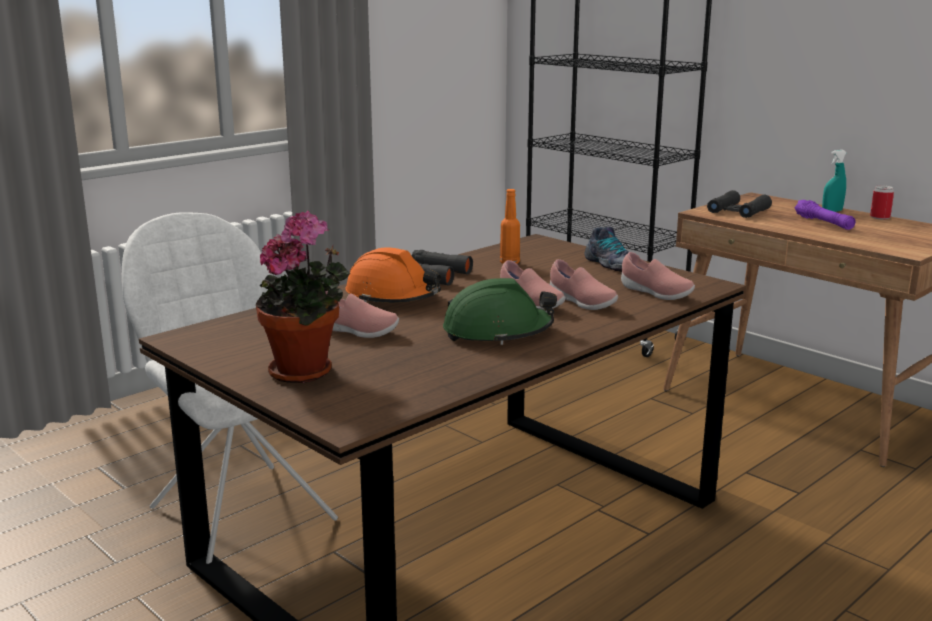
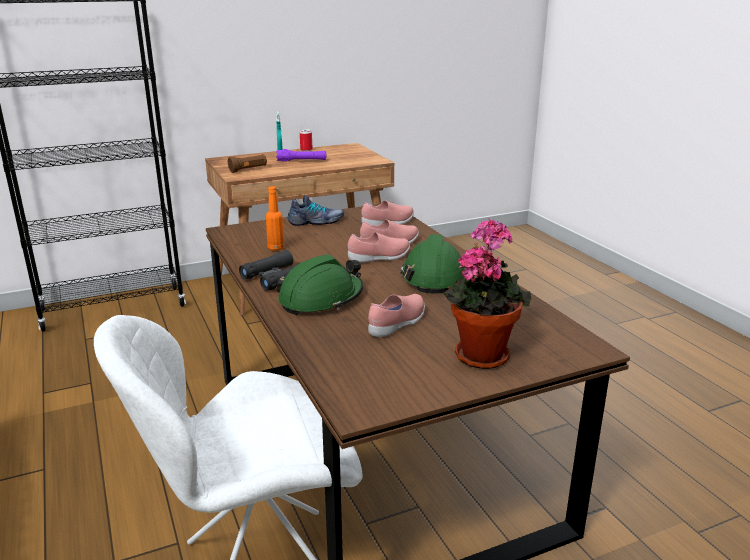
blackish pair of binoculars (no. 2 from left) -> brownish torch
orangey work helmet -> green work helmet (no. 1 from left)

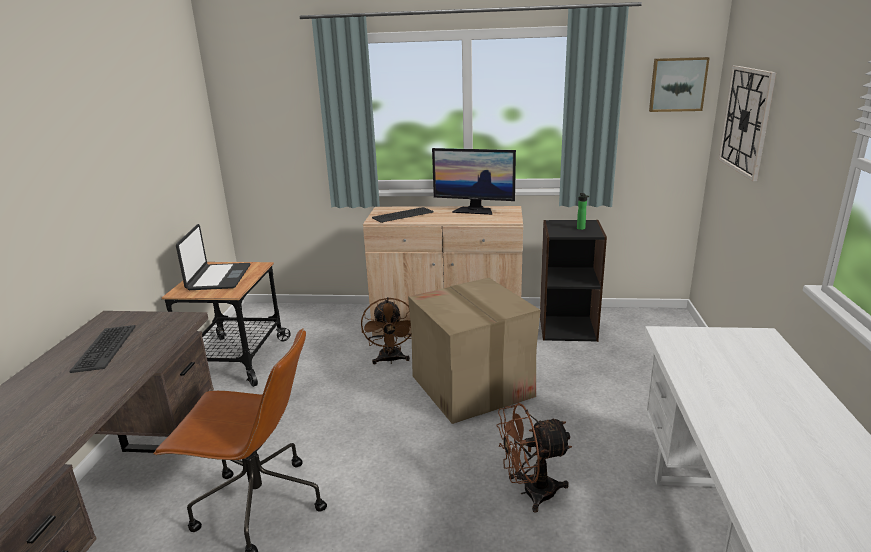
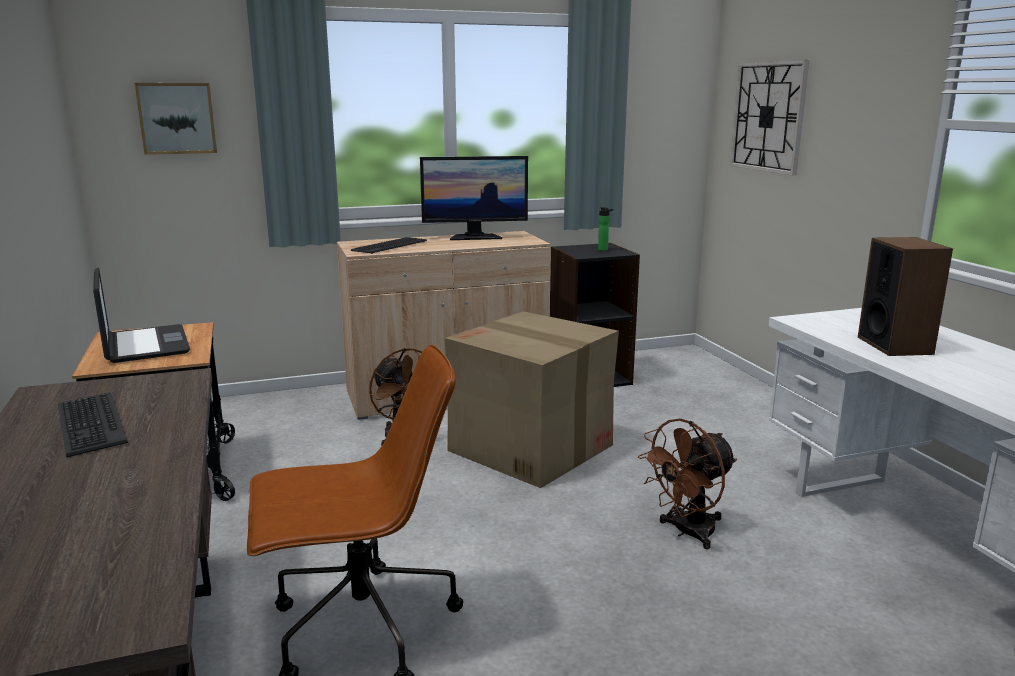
wall art, shifted
none -> speaker

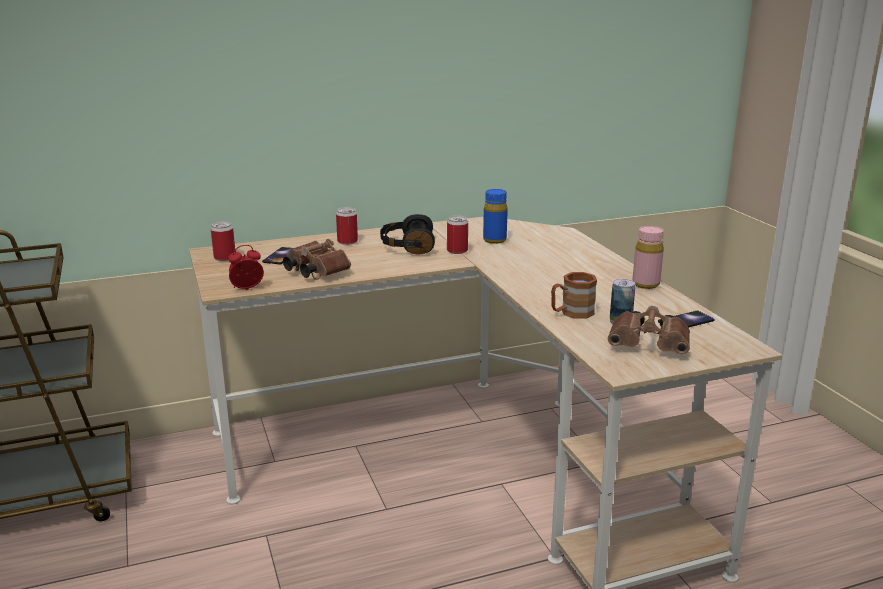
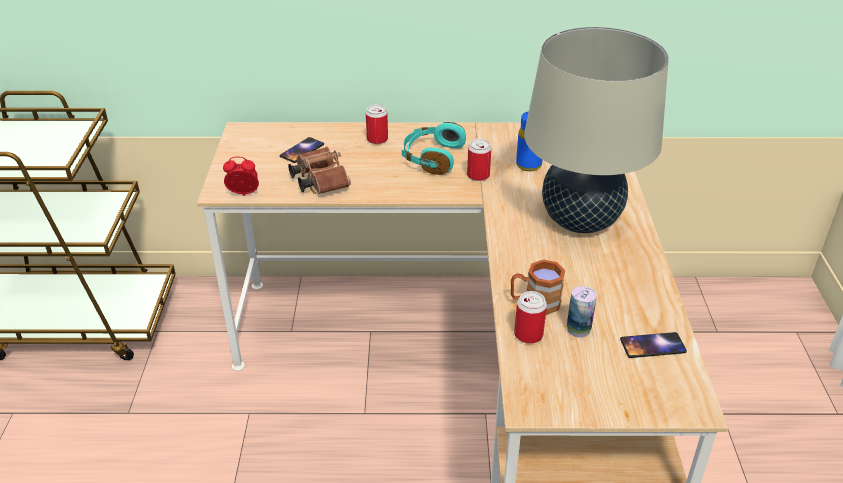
blackish headphones -> blue-green headphones
can (no. 1 from left in the first image) -> can (no. 3 from left), shifted
none -> sand-coloured tabletop lamp
brownish pair of binoculars (no. 2 from left) -> none
pinkish beverage bottle -> none

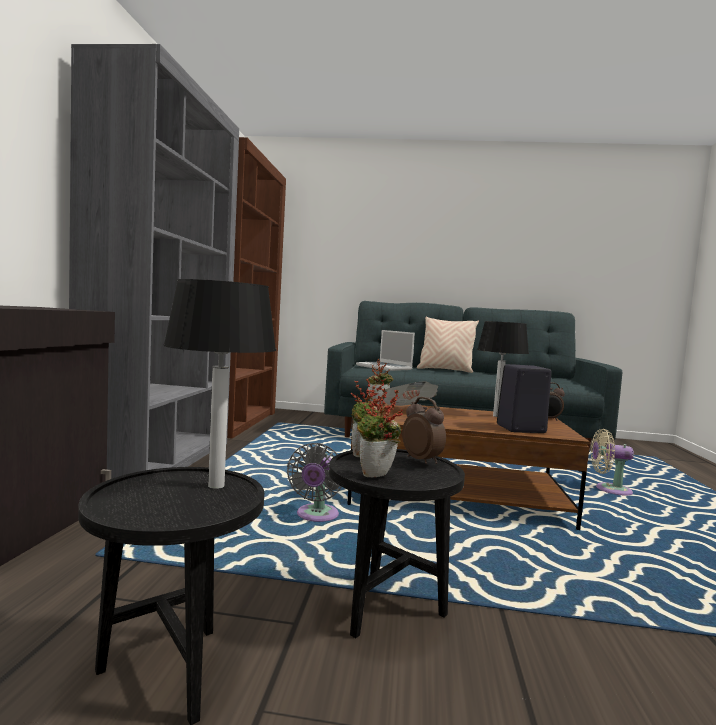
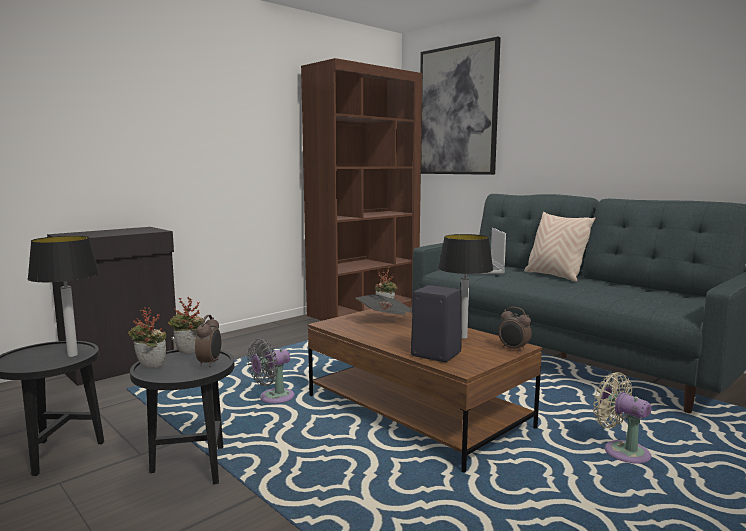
none -> wall art
gray shelving unit -> none

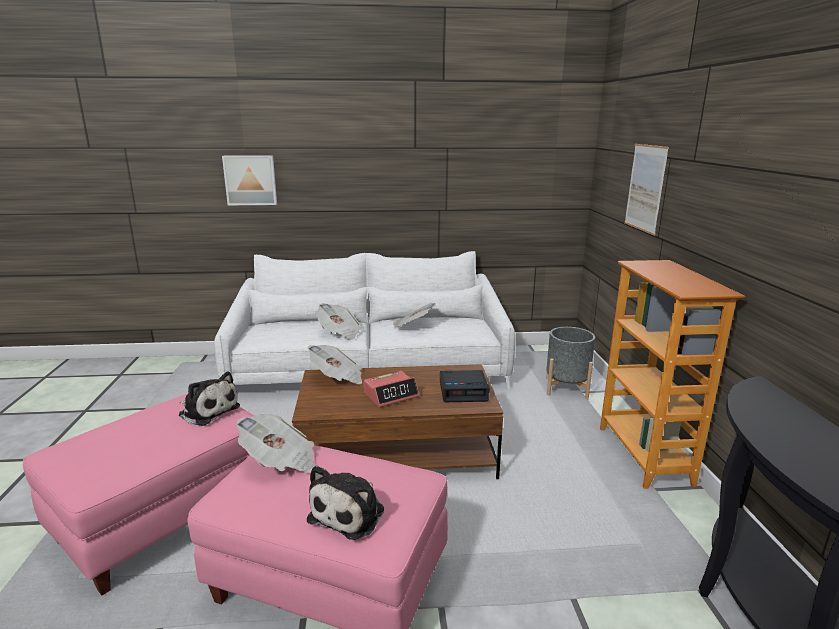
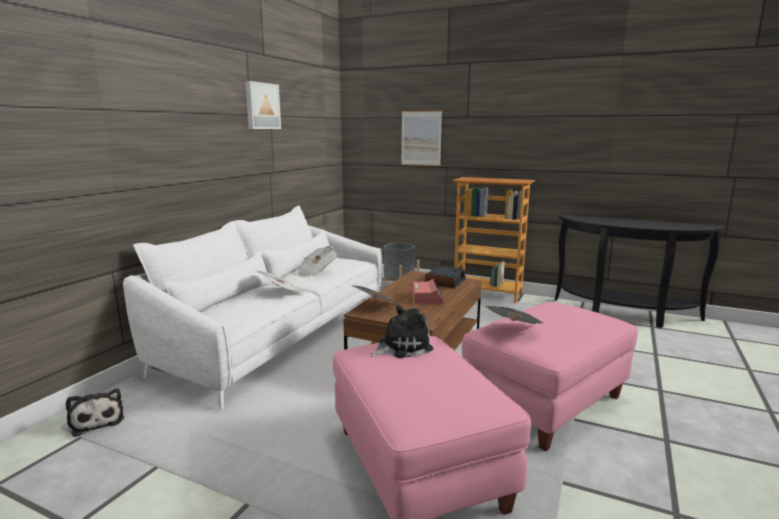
cuddly toy (no. 2 from left in the first image) -> cuddly toy (no. 1 from left), shifted
wall art (no. 1 from left), shifted

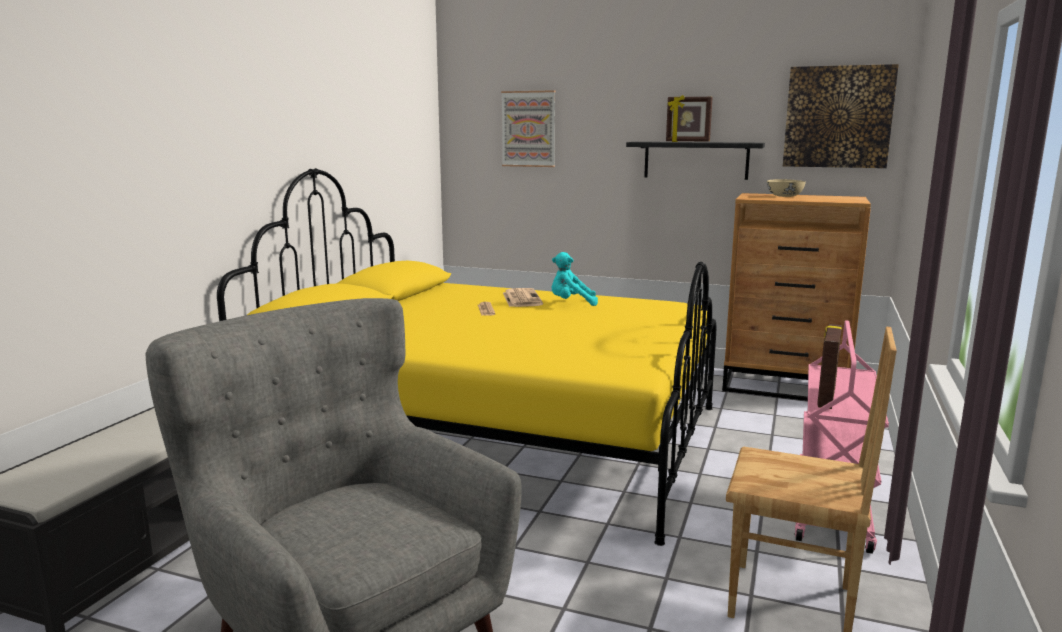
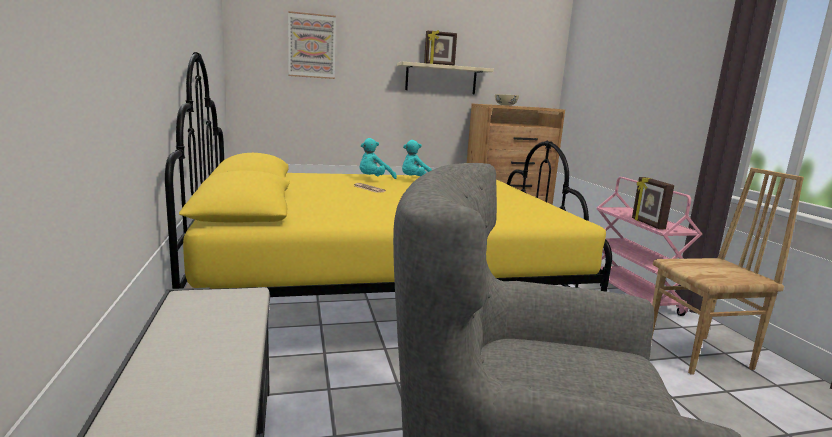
printed paper (no. 2 from left) -> blue-green cuddly toy (no. 1 from left)
blackish wall shelf -> sand-coloured wall shelf
wall art (no. 2 from left) -> none

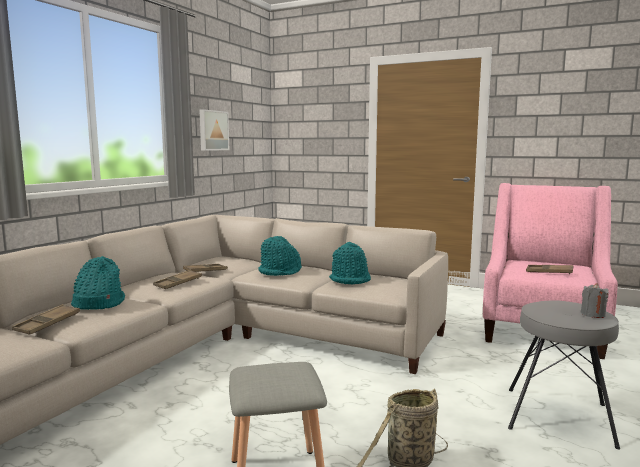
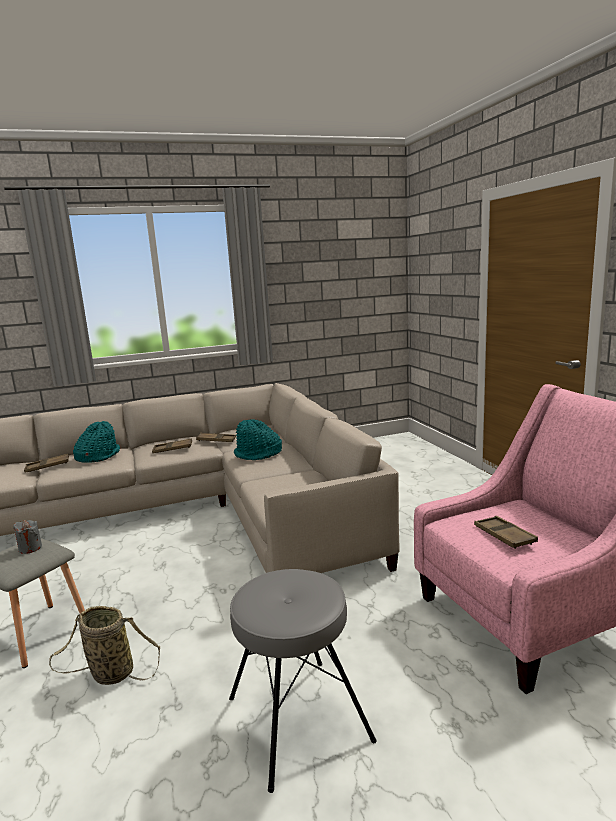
gray wax light, shifted
wall art -> none
blue-green clothing hat (no. 3 from left) -> none

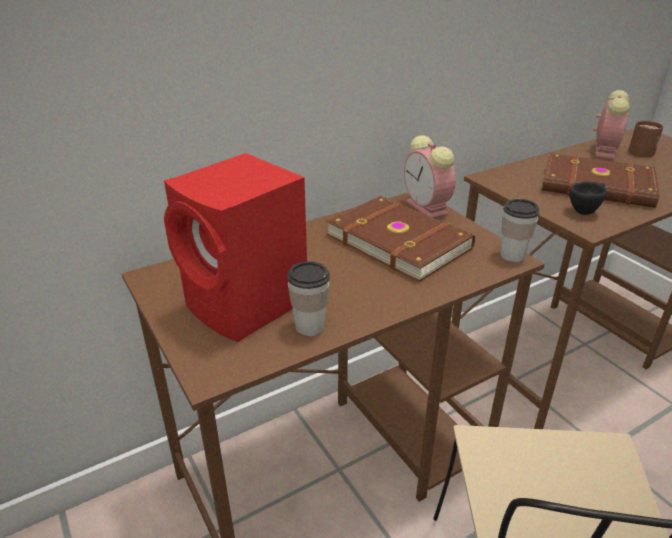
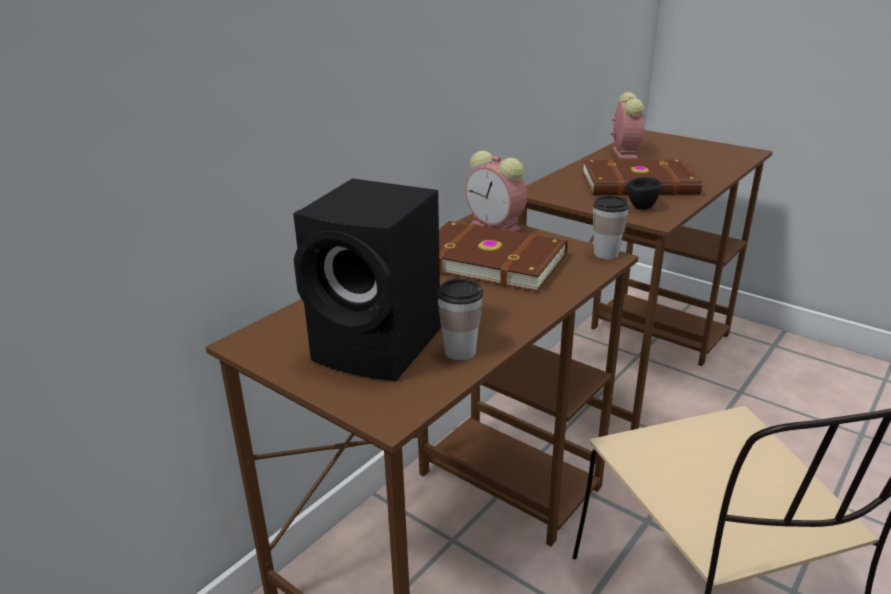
reddish speaker -> blackish speaker
brownish tea mug -> none

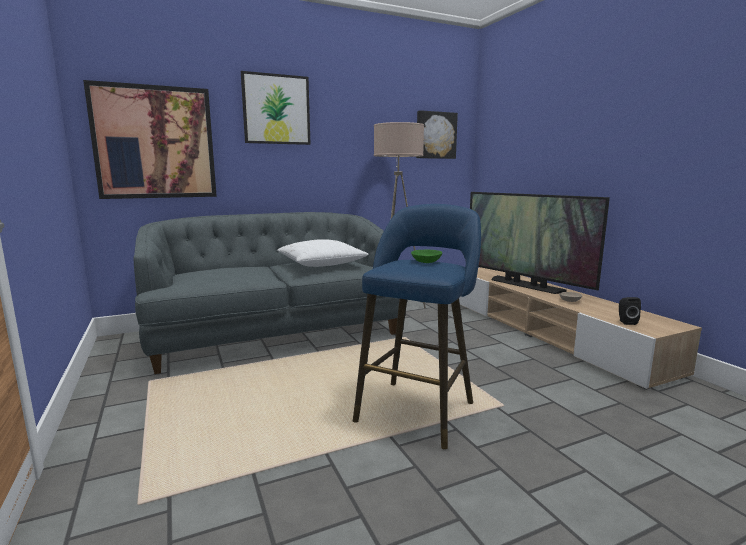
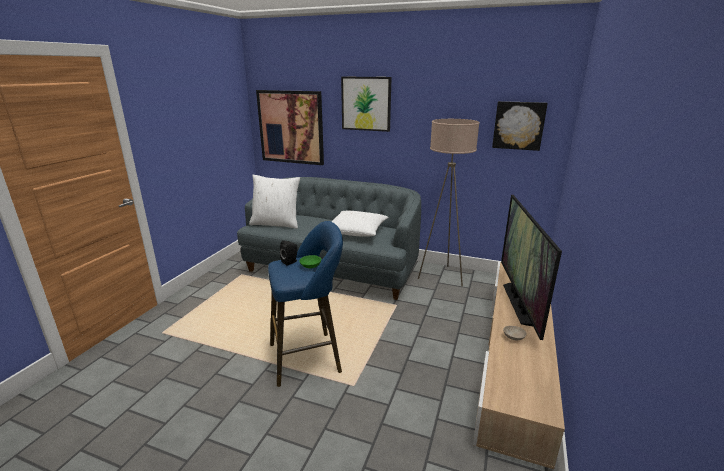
none -> white cushion (no. 1 from left)
blackish speaker, shifted

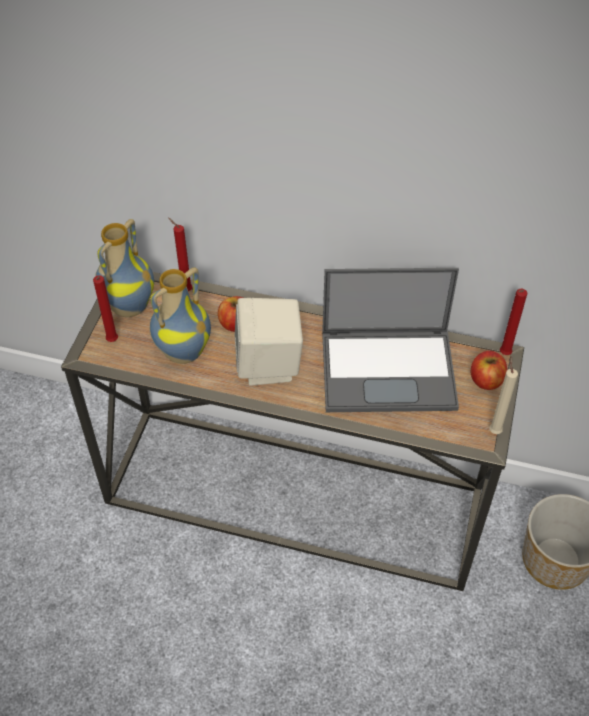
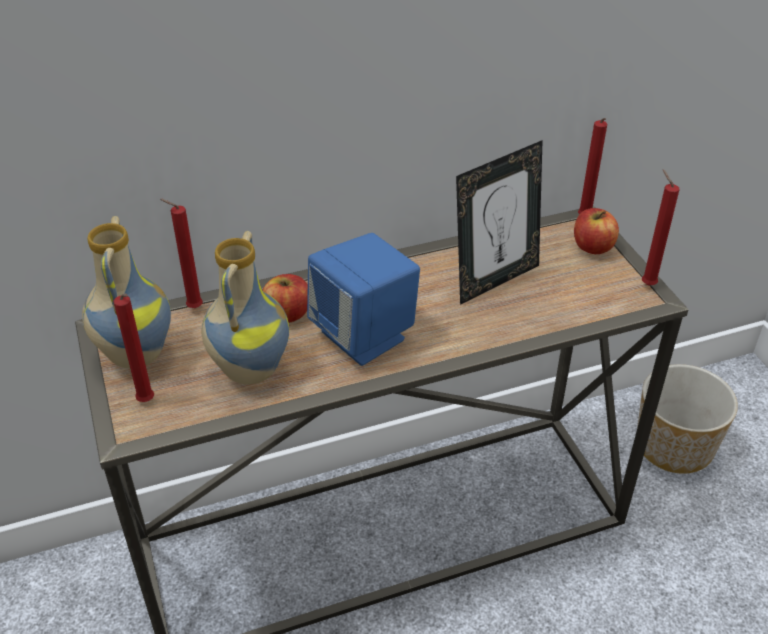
sand-coloured speaker -> blue-coloured speaker
notebook computer -> picture frame
sand-coloured wax light -> reddish wax light (no. 4 from left)

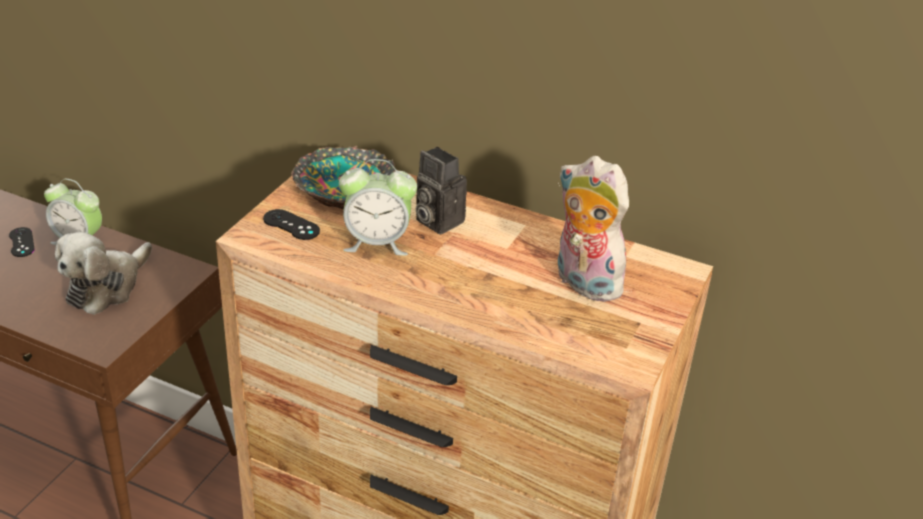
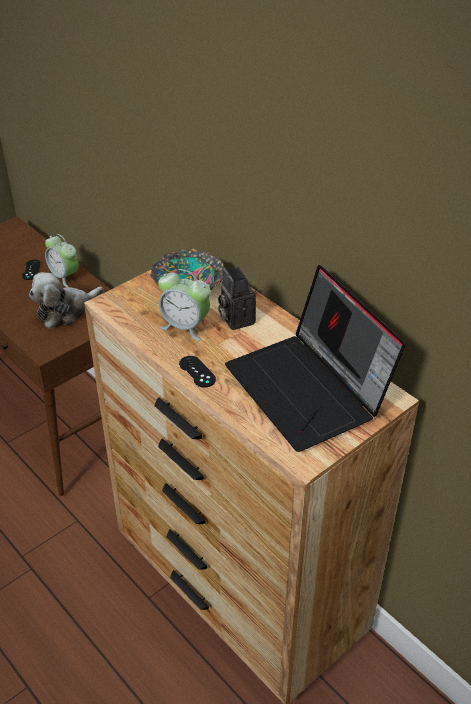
blackish gamepad (no. 2 from left), shifted
cuddly toy (no. 2 from left) -> notebook computer

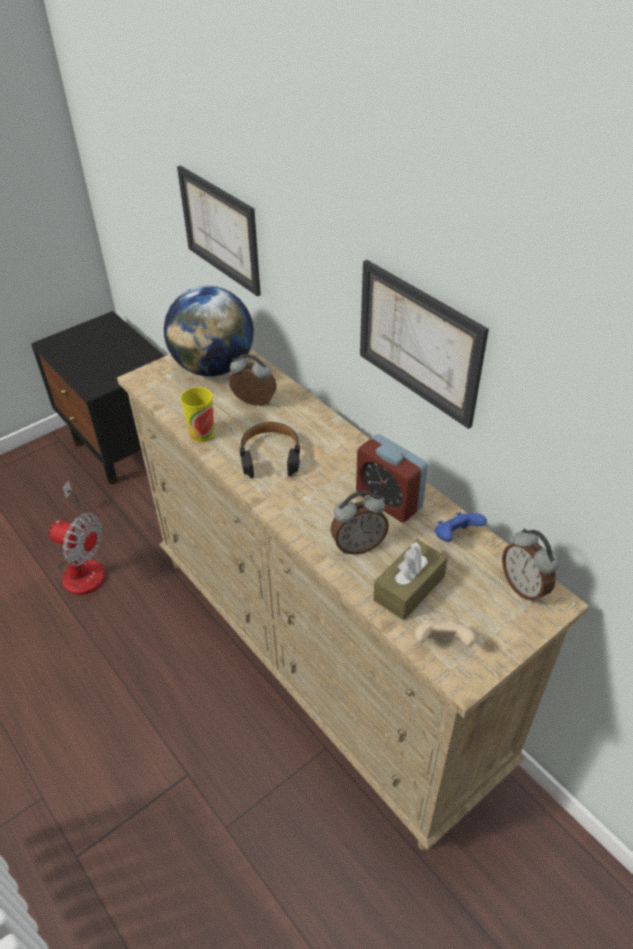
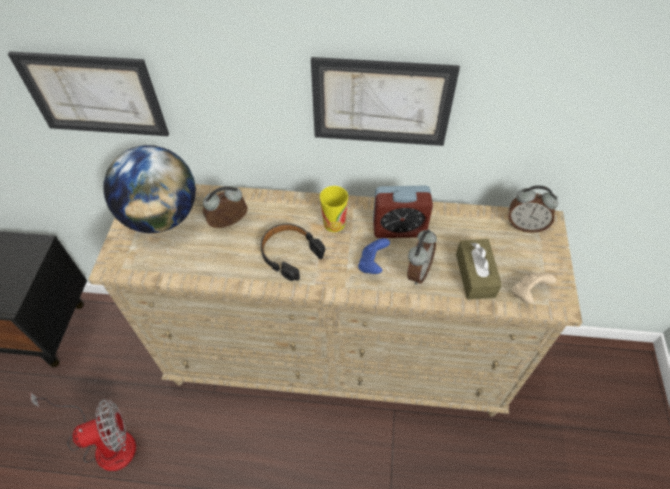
small cup, shifted
blue-coloured gamepad, shifted

